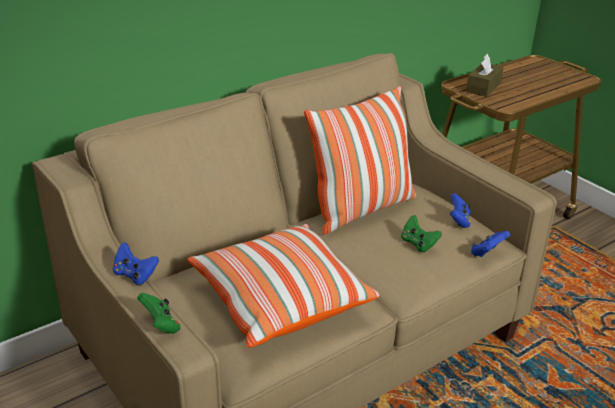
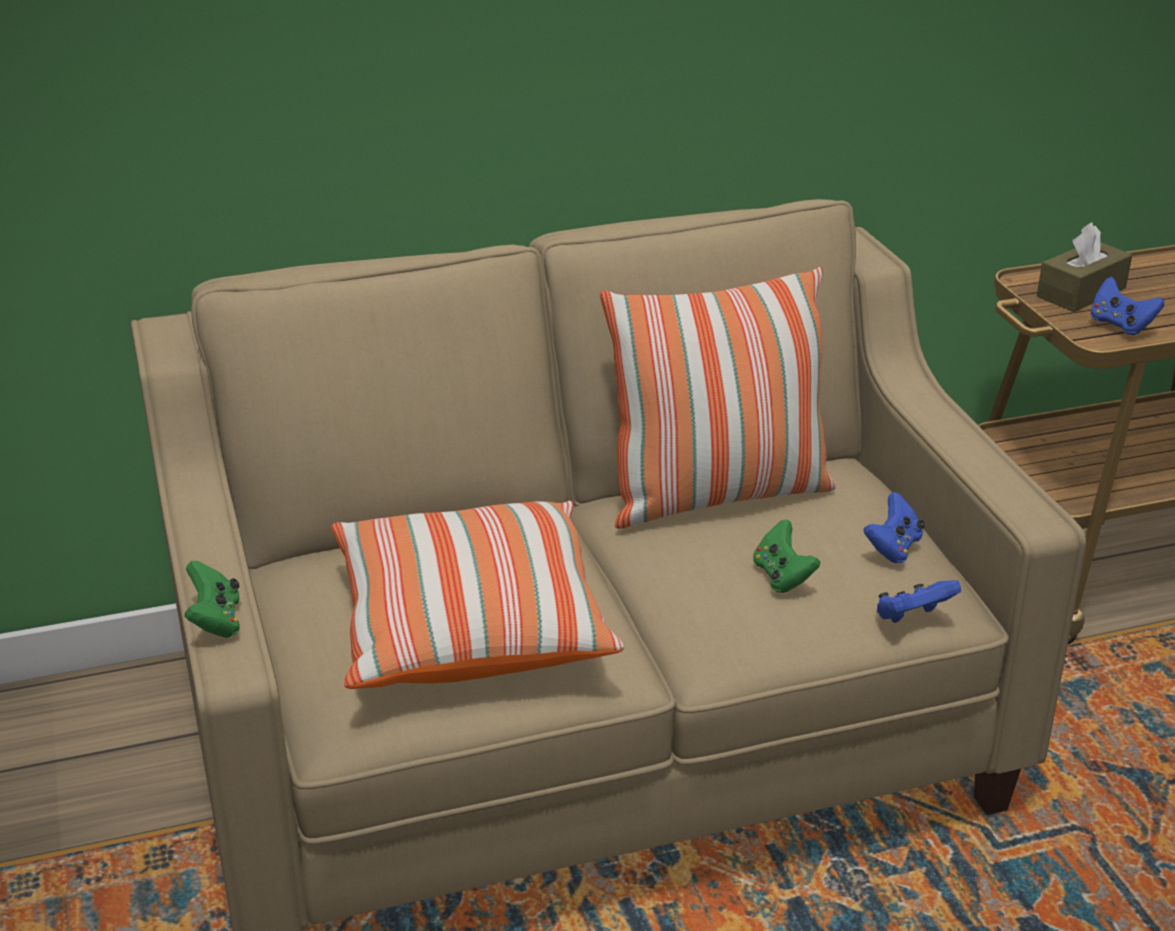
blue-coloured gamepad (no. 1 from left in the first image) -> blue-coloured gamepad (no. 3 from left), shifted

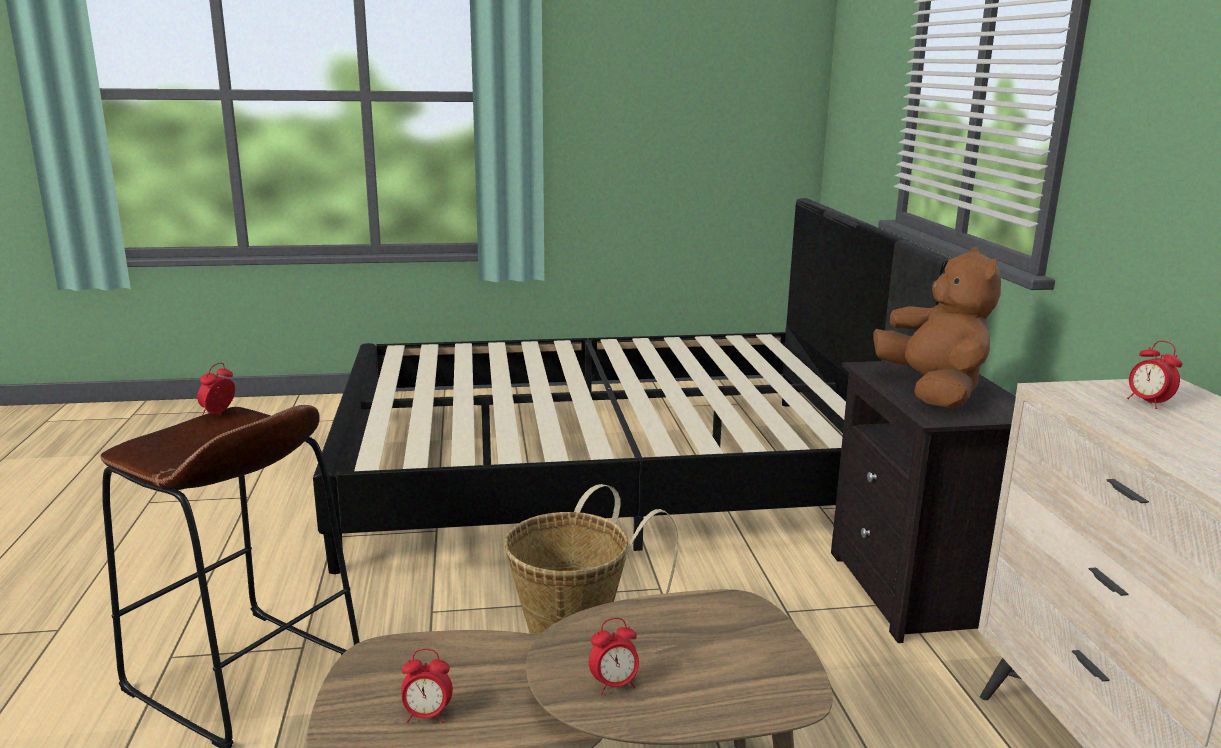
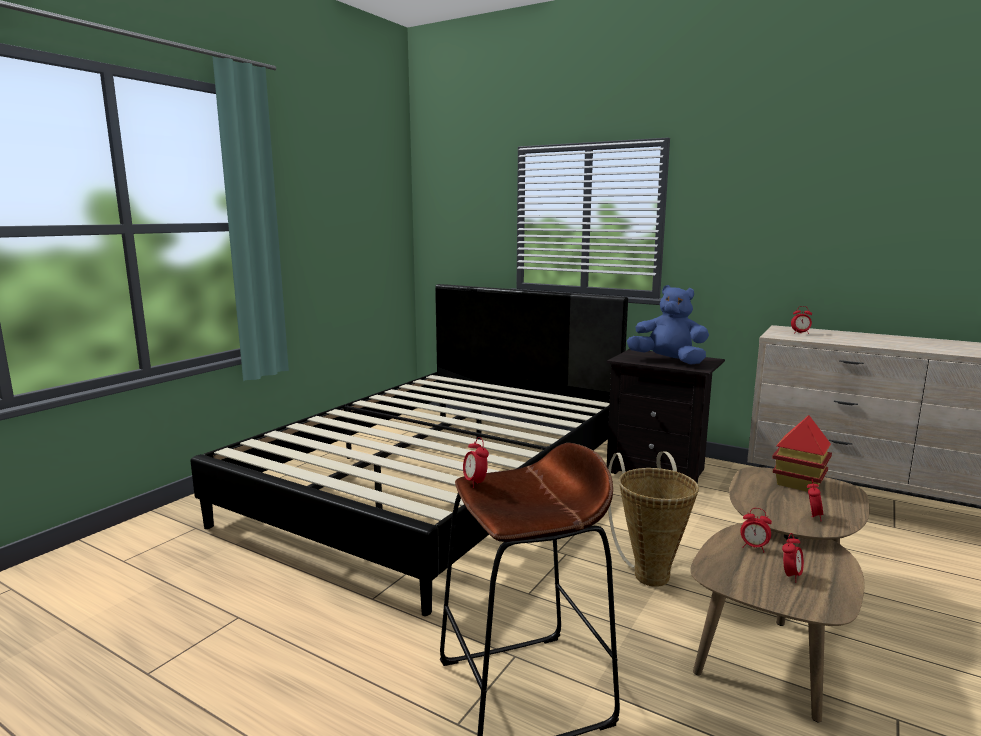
brownish cuddly toy -> blue-coloured cuddly toy
none -> bedside clock (no. 2 from left)
none -> miniature house

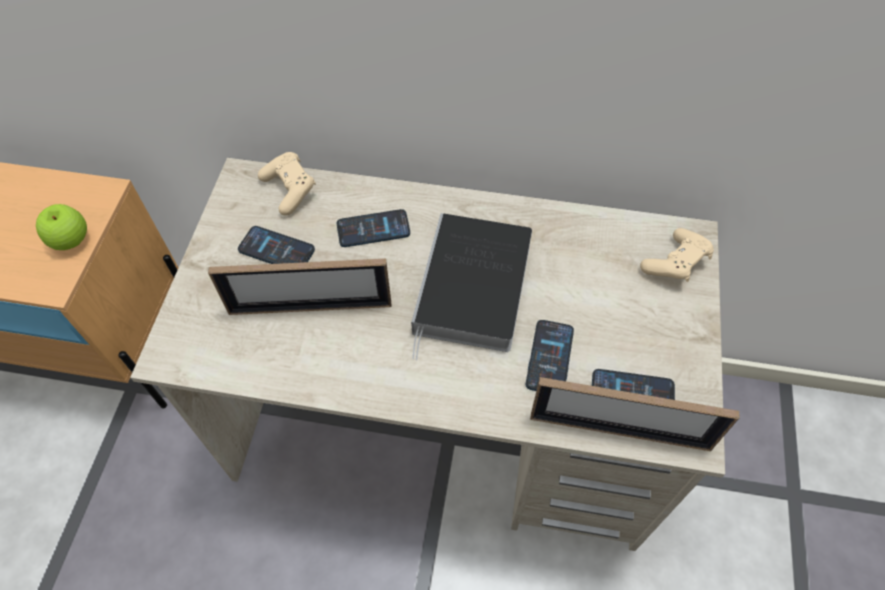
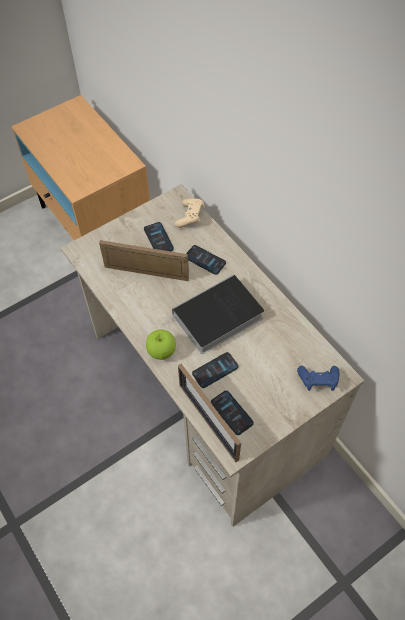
picture frame (no. 1 from left), 150 degrees clockwise
apple, shifted
sand-coloured gamepad (no. 2 from left) -> blue-coloured gamepad

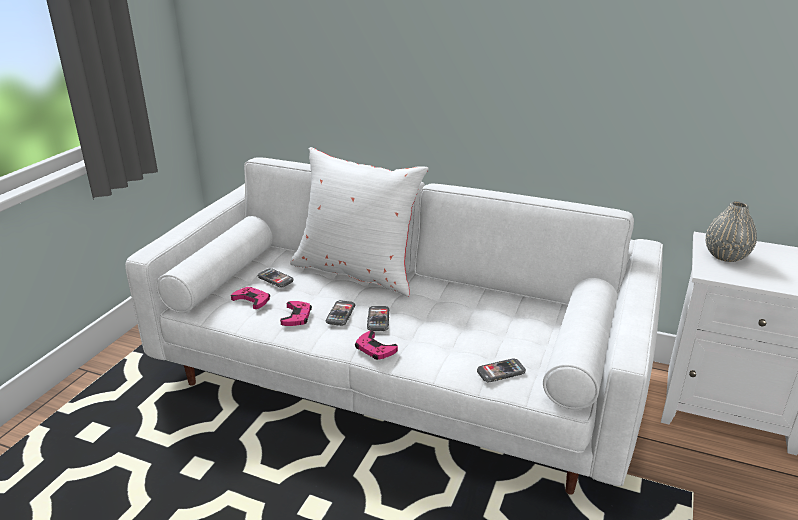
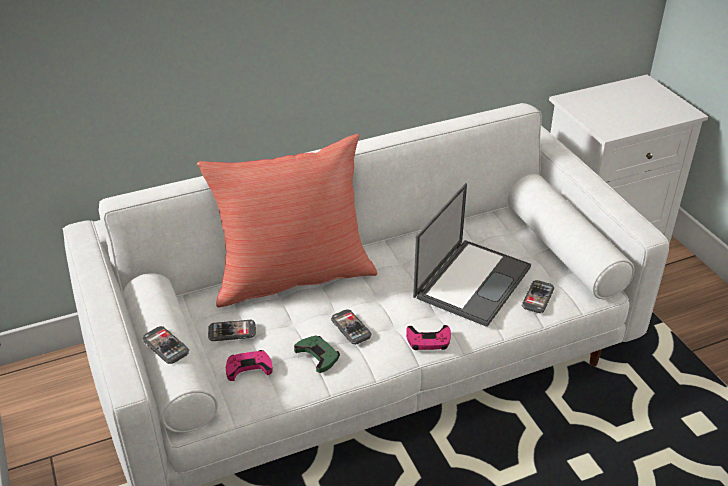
telephone (no. 3 from left in the first image) -> telephone (no. 1 from left), shifted
white cushion -> reddish cushion
pinkish gamepad (no. 2 from left) -> green gamepad
none -> notebook computer
gray flower vase -> none

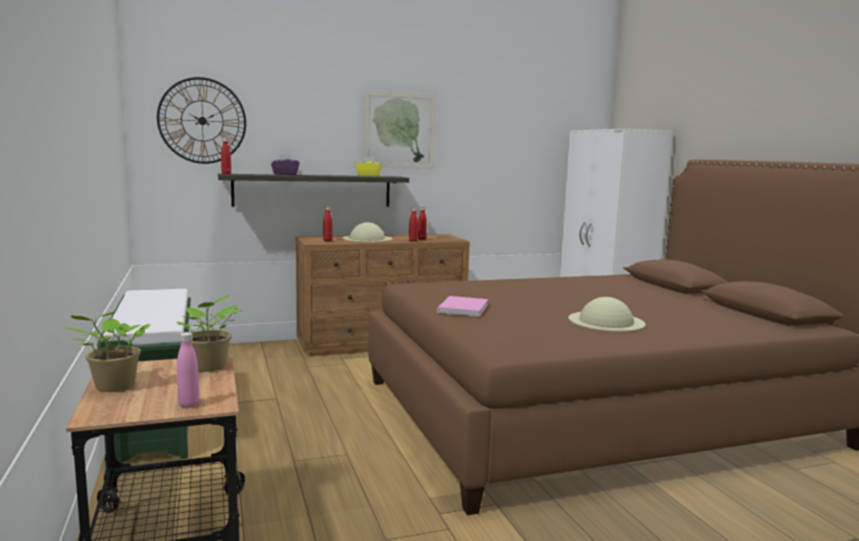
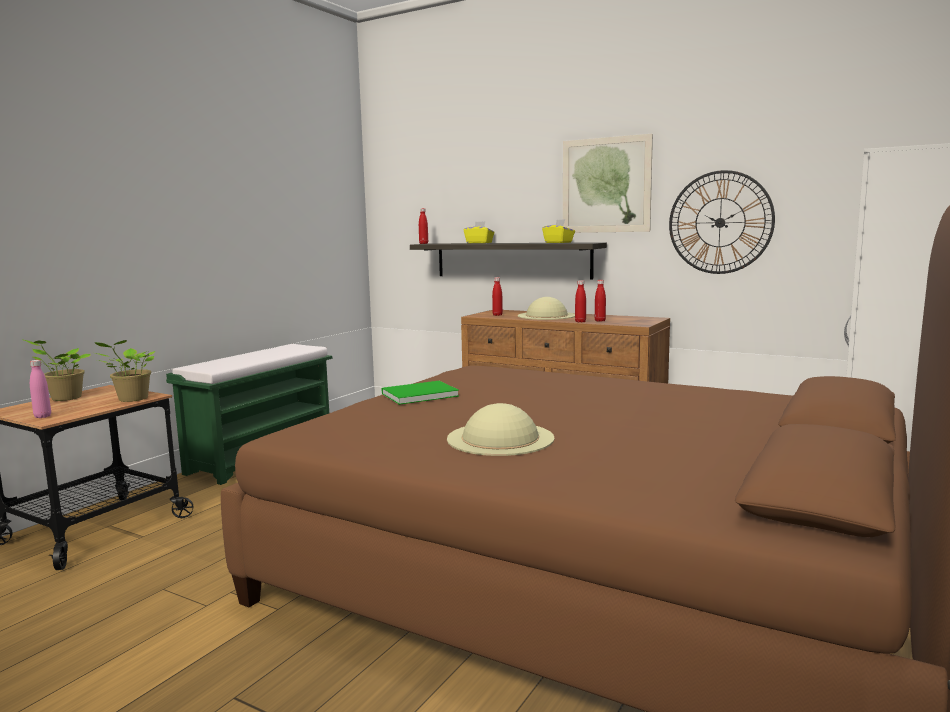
pinkish book -> green book
purplish tissue holder -> yellow-coloured tissue holder (no. 1 from left)
hanging clock, shifted

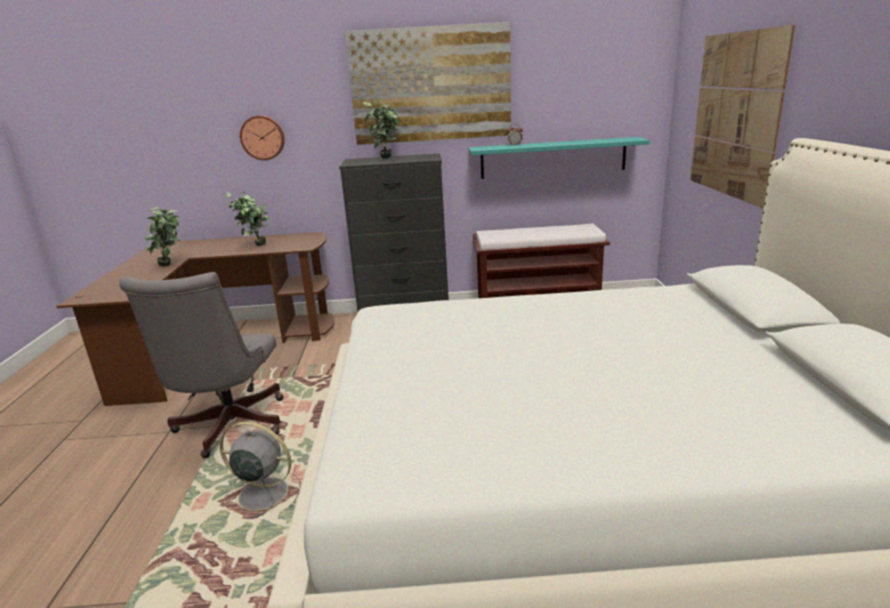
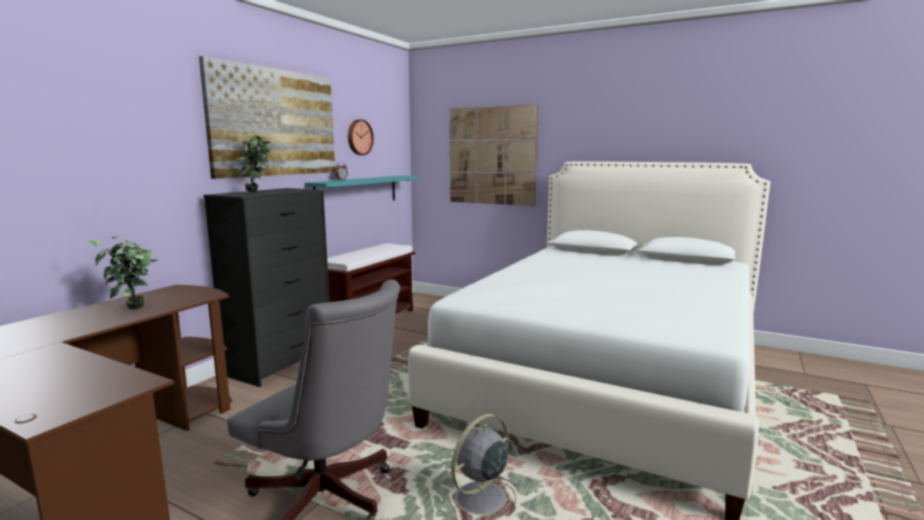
hanging clock, shifted
plant in a pot (no. 1 from left) -> none

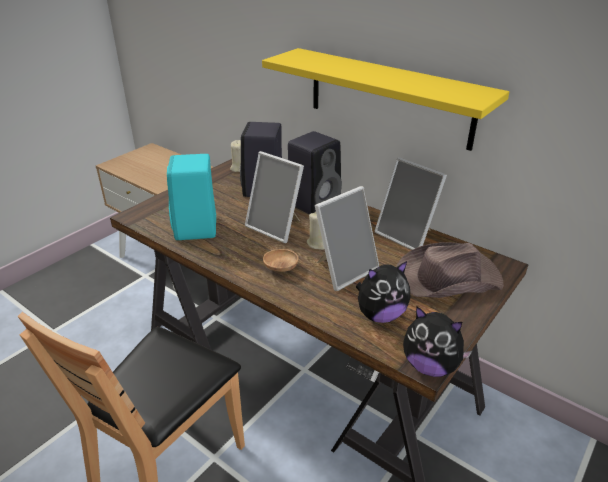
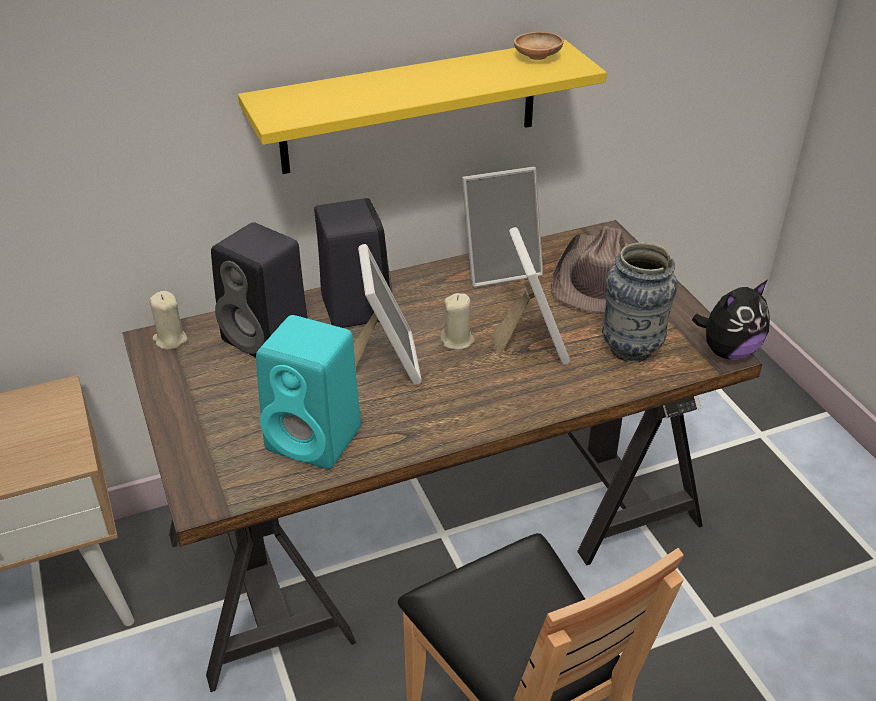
picture frame (no. 1 from left), 75 degrees counterclockwise
brownish bowl, shifted
cuddly toy (no. 1 from left) -> flower vase

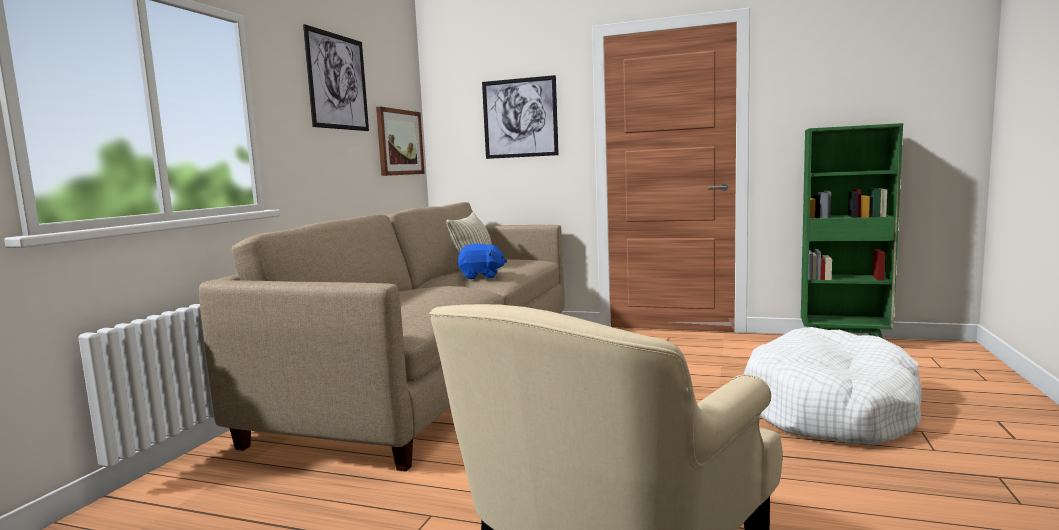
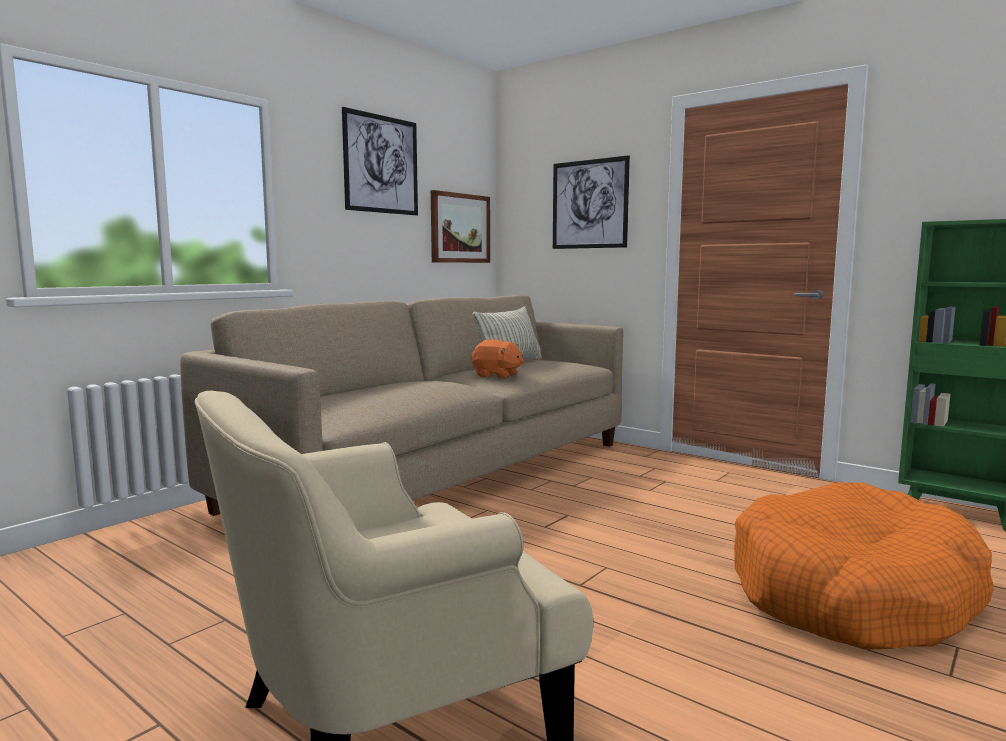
blue-coloured cuddly toy -> orangey cuddly toy
white dog bed -> orangey dog bed

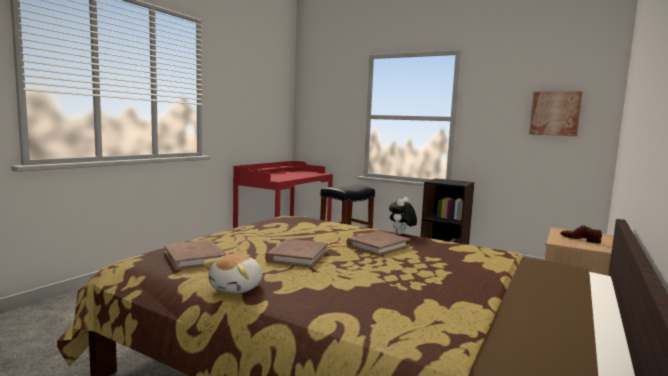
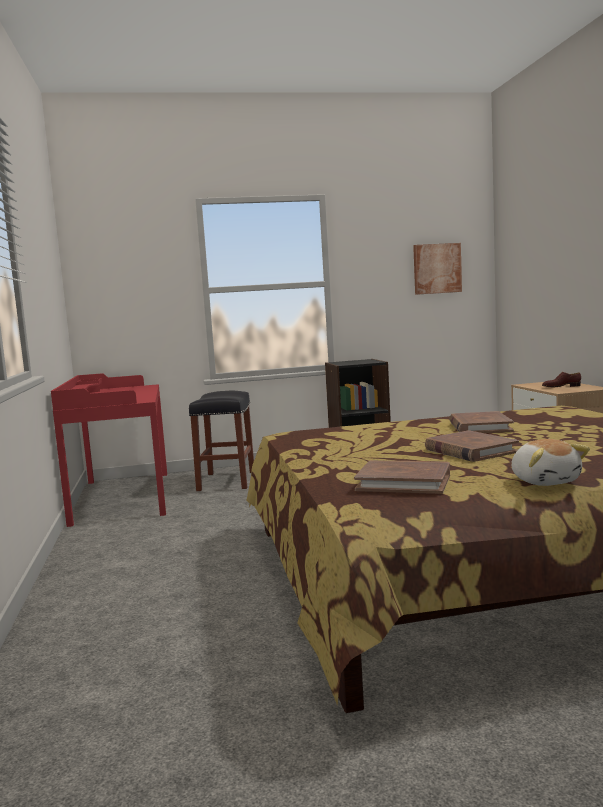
cuddly toy (no. 2 from left) -> none

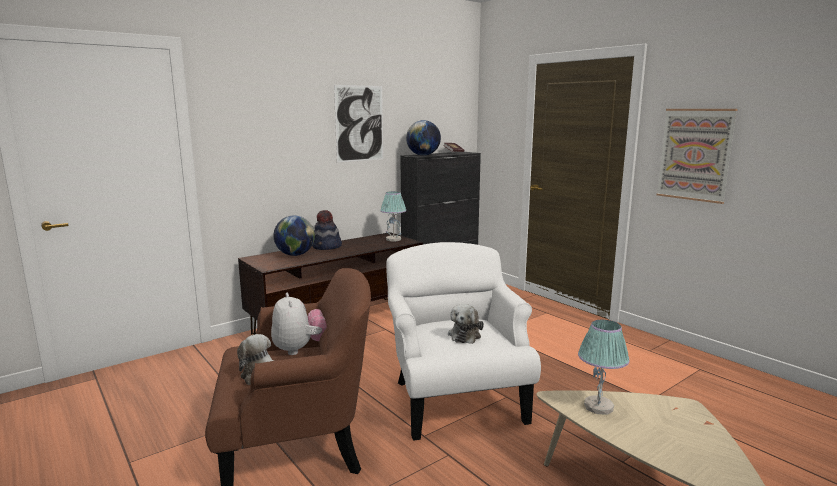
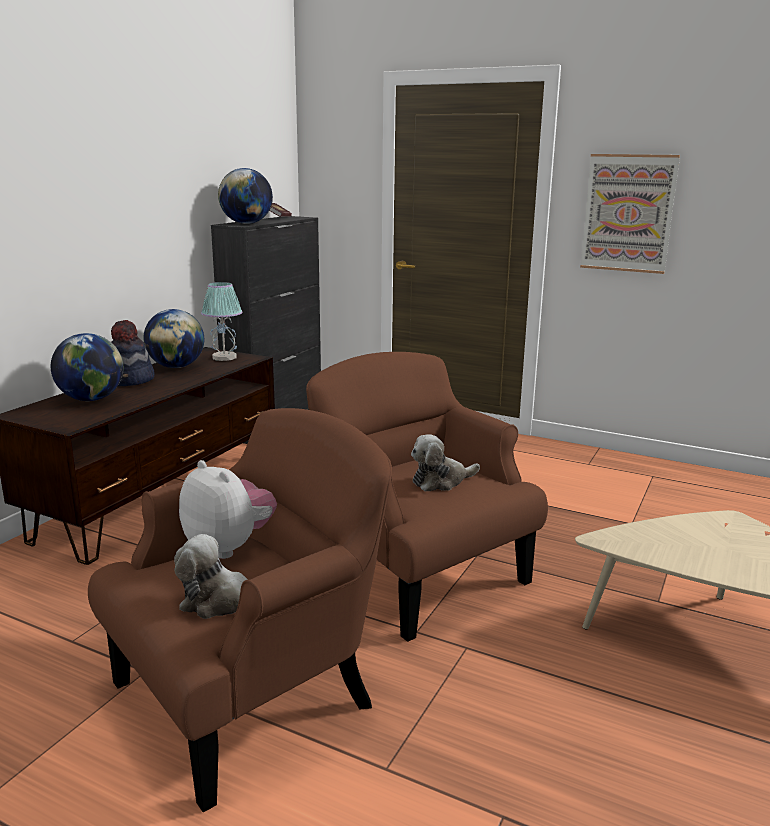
none -> desk globe (no. 2 from left)
white lounge chair -> brownish lounge chair (no. 2 from left)
cuddly toy (no. 3 from left), 75 degrees clockwise
wall art (no. 1 from left) -> none
tabletop lamp (no. 2 from left) -> none

